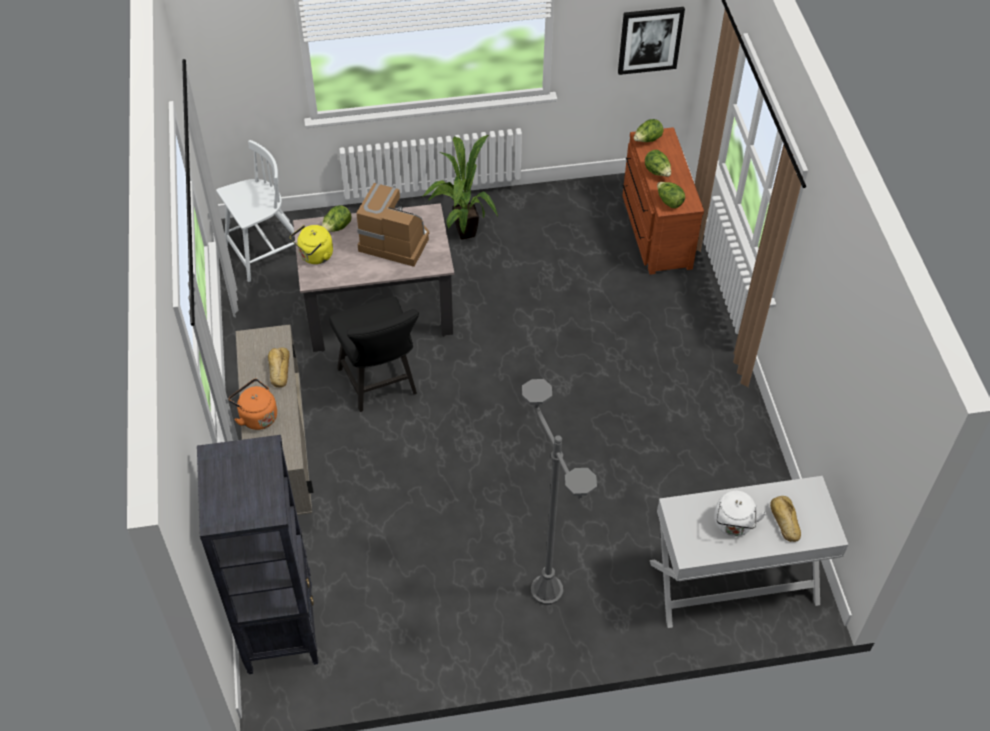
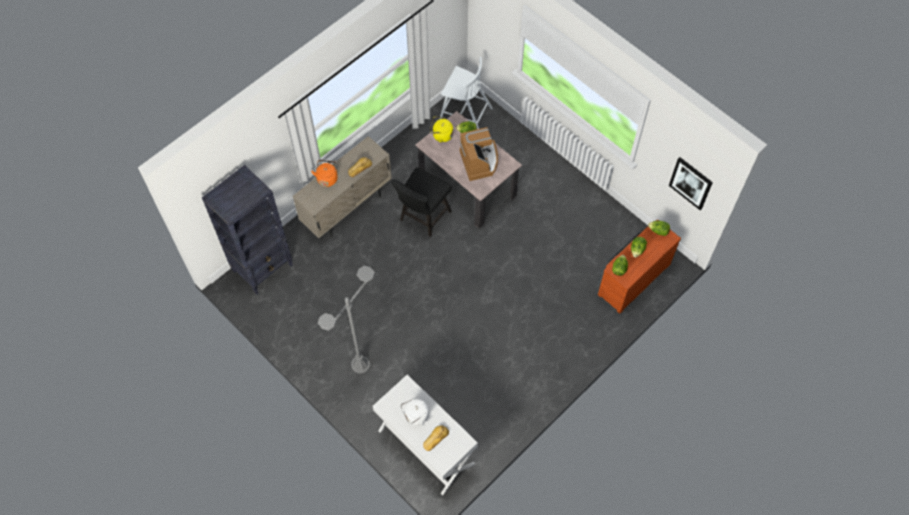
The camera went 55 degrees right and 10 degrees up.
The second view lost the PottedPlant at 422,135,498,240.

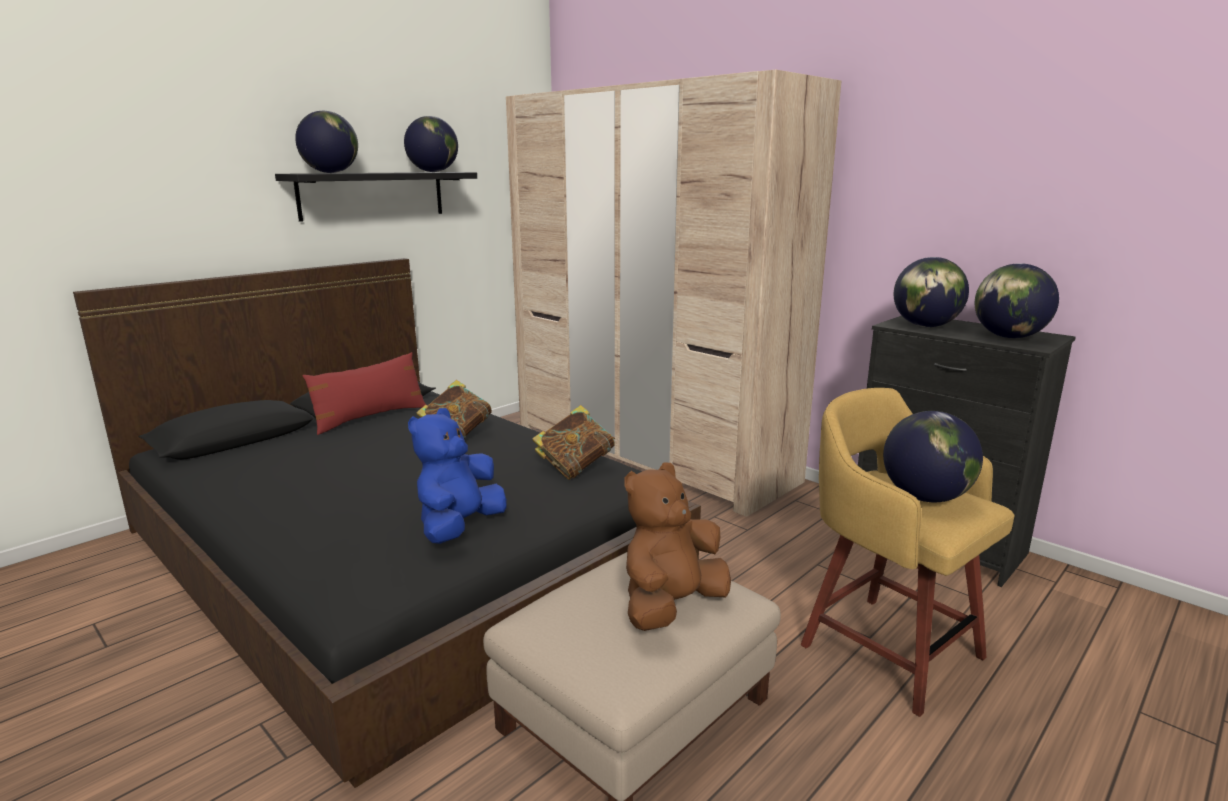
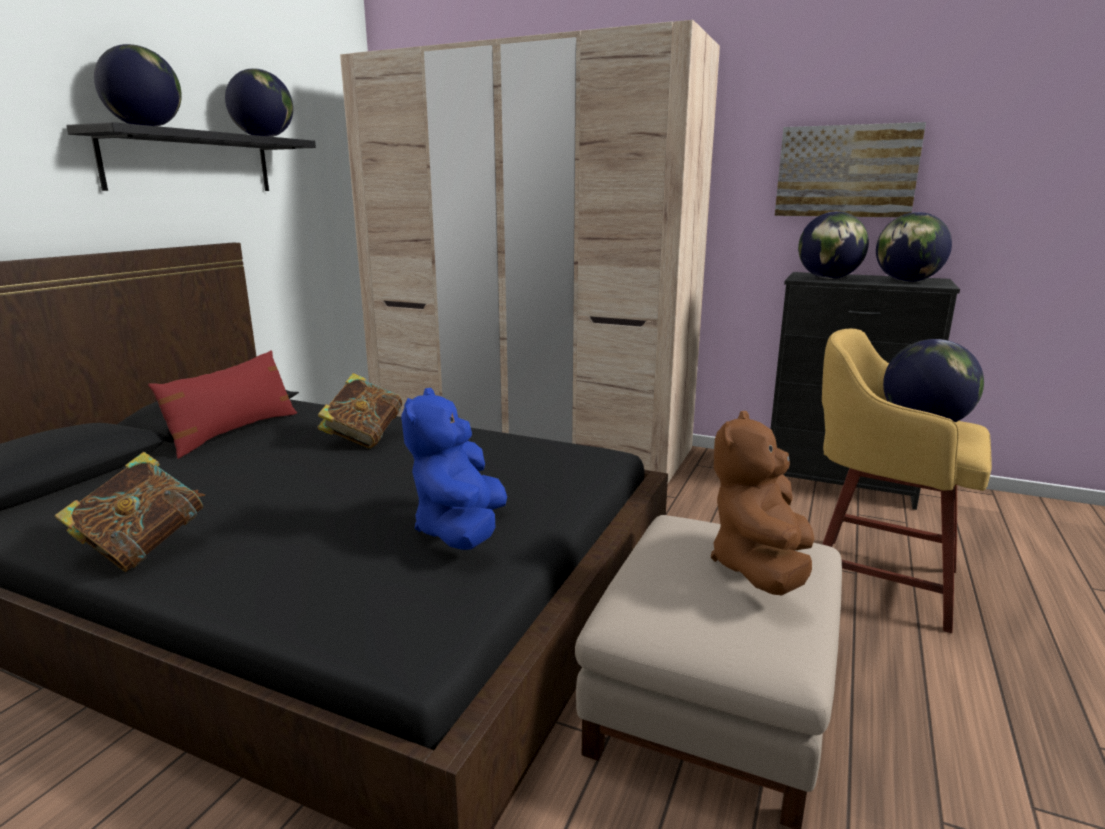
The camera went 20 degrees left and 0 degrees up.
The second view gained the Picture at 775,122,926,217.
The Book ended up elsewhere, having gone from 532,405,615,480 to 55,452,205,572.

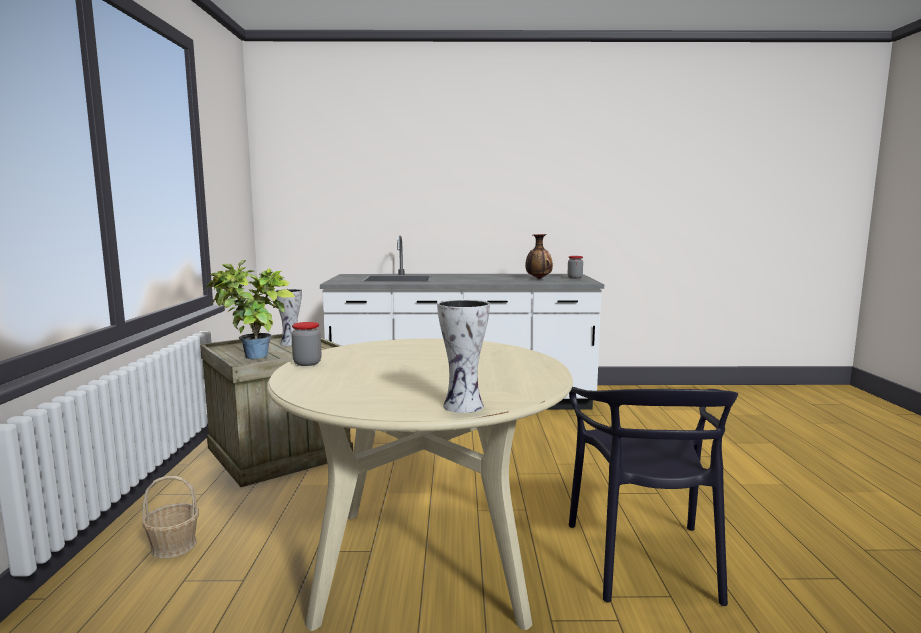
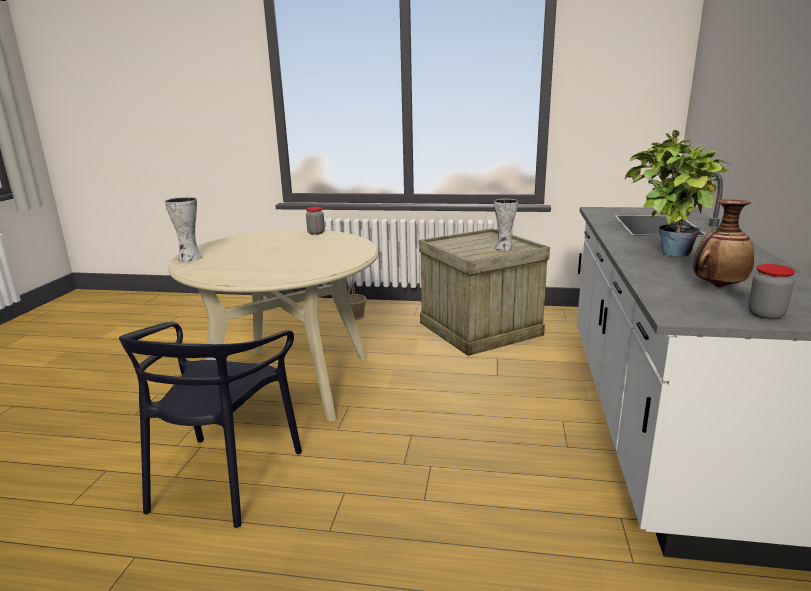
The camera went 100 degrees right and 10 degrees up.
The PottedPlant ended up elsewhere, having gone from 205,260,295,359 to 624,130,729,256.
The BlackChair at 569,387,738,606 ended up facing another way, 90 degrees counterclockwise from before.

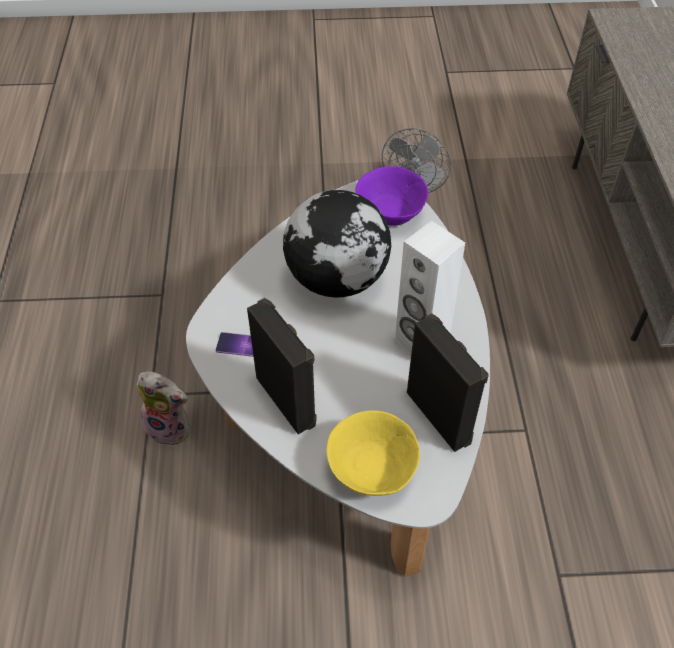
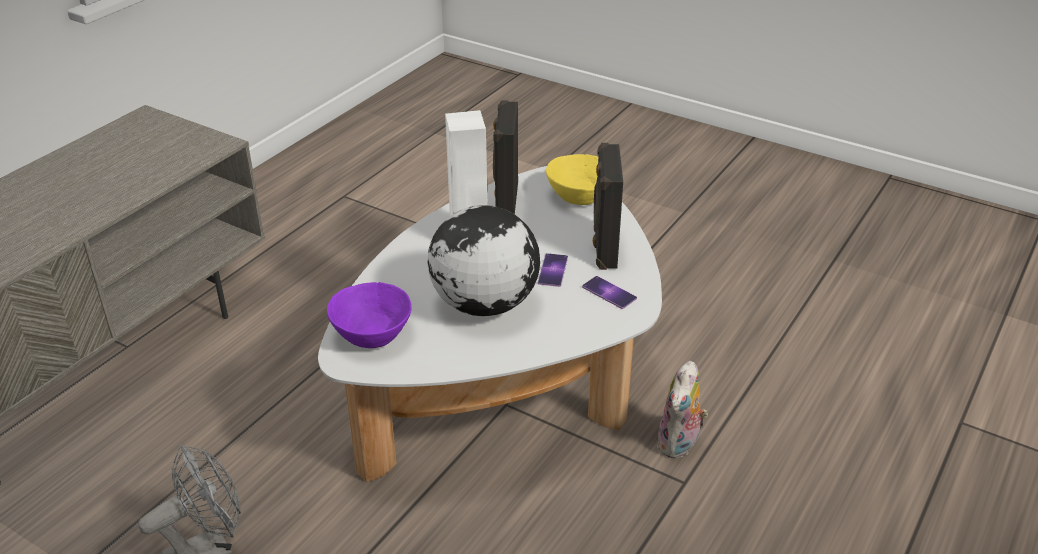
The camera went 145 degrees left and 15 degrees down.
The second view gained the Phone at 538,253,568,287.
The PlushToy at 137,371,190,447 ended up facing another way, 120 degrees counterclockwise from before.

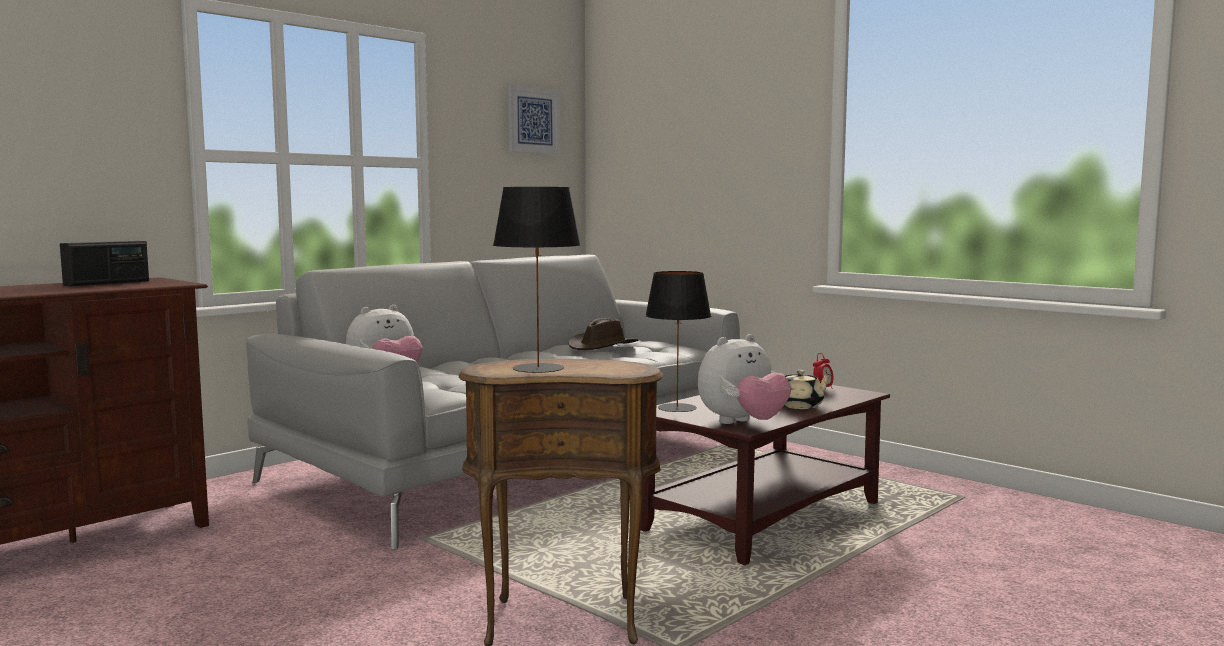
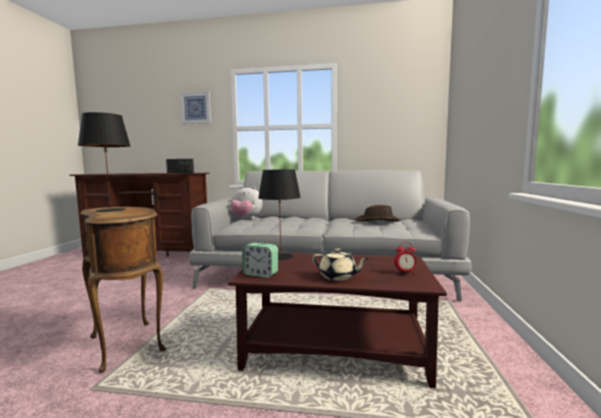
The camera went 55 degrees right and 0 degrees up.
The Picture ended up elsewhere, having gone from 508,86,559,154 to 180,91,211,124.
Where the PlushToy stood at 698,334,791,424, the AlarmClock came to stand at 242,243,278,278.

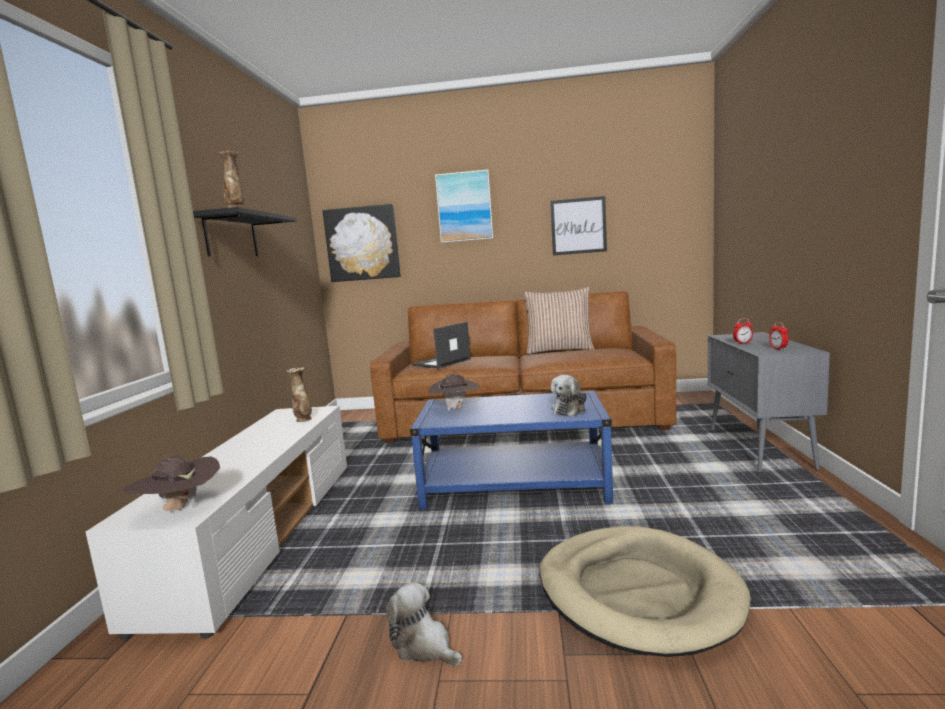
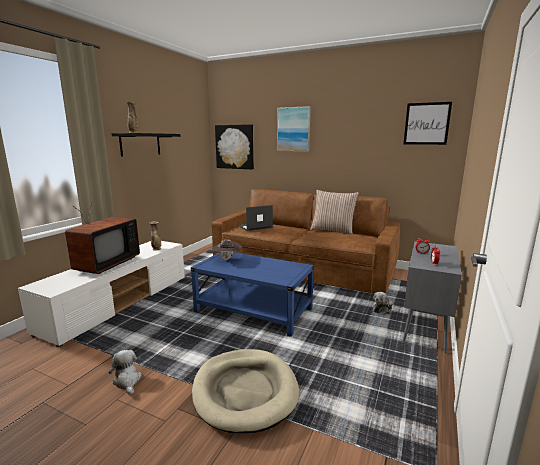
The camera went 20 degrees right and 5 degrees up.
The second view lost the BrownHat at 123,456,220,511.
The second view gained the Television at 65,200,140,274.
The Picture ended up elsewhere, having gone from 550,196,607,255 to 404,102,452,145.
The PlushToy ended up elsewhere, having gone from 551,375,587,416 to 373,292,394,315.

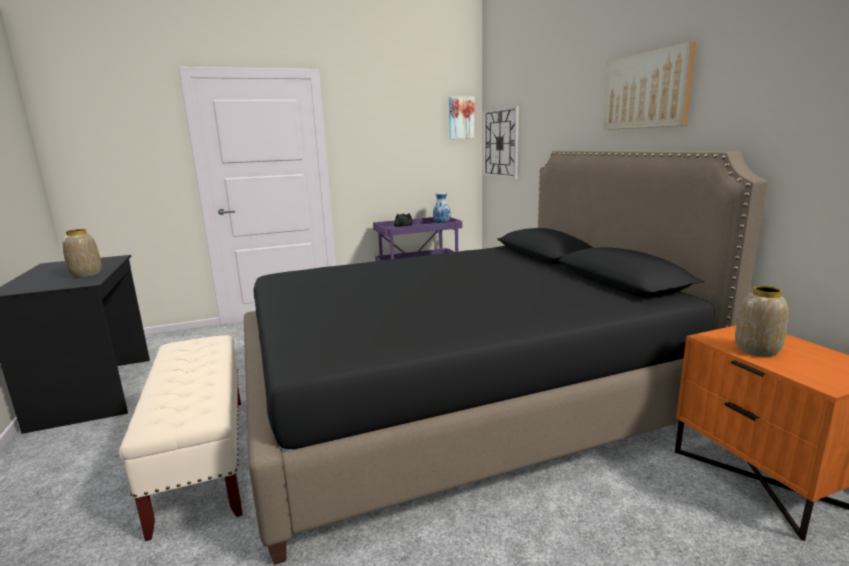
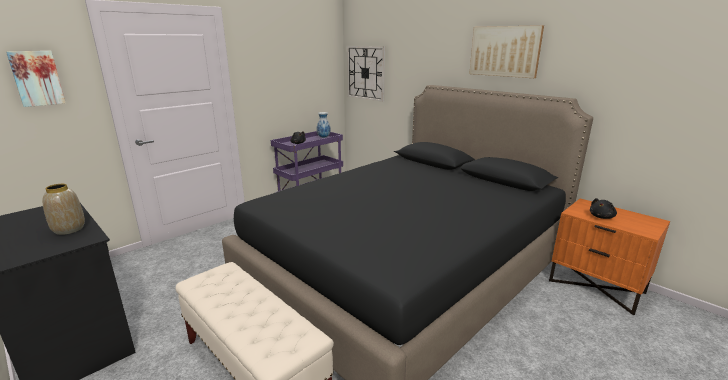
The camera went 25 degrees left and 5 degrees up.
The Picture ended up elsewhere, having gone from 449,97,475,139 to 6,51,66,107.
Where the Vase stood at 735,286,788,357, the BlackPlushToy came to stand at 590,198,617,219.

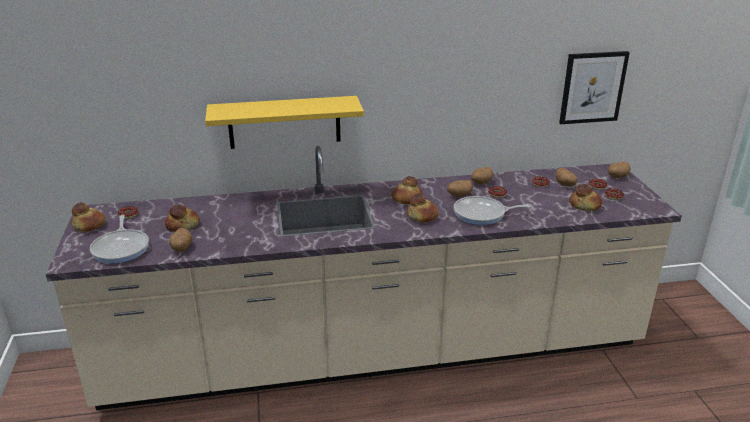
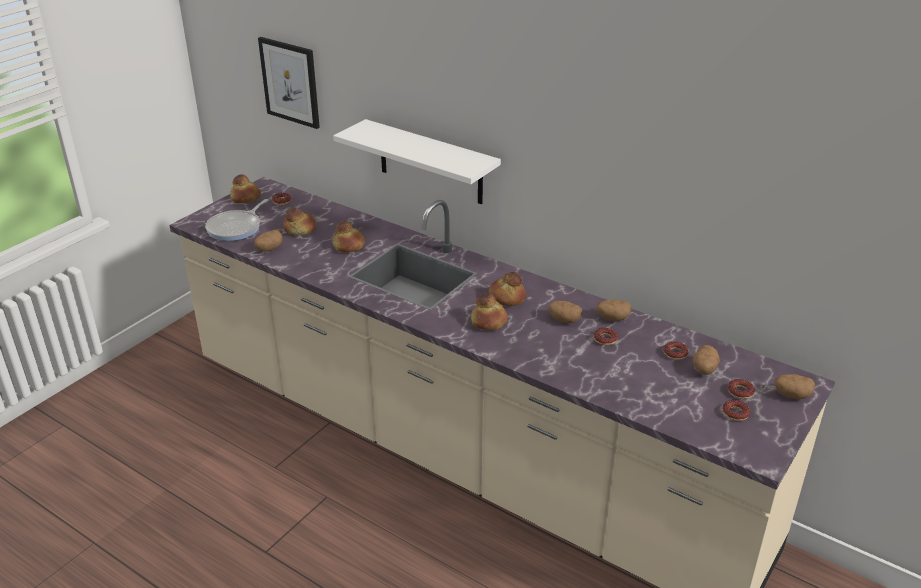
The camera went 45 degrees right and 5 degrees up.
The second view lost the FryingPan at 454,196,531,225.
The Picture ended up elsewhere, having gone from 559,51,630,124 to 258,37,320,129.
The Bread ended up elsewhere, having gone from 569,184,602,211 to 332,221,365,252.
What was the YellowShelf at 205,96,364,149 turned into the WhiteShelf at 333,119,501,204.

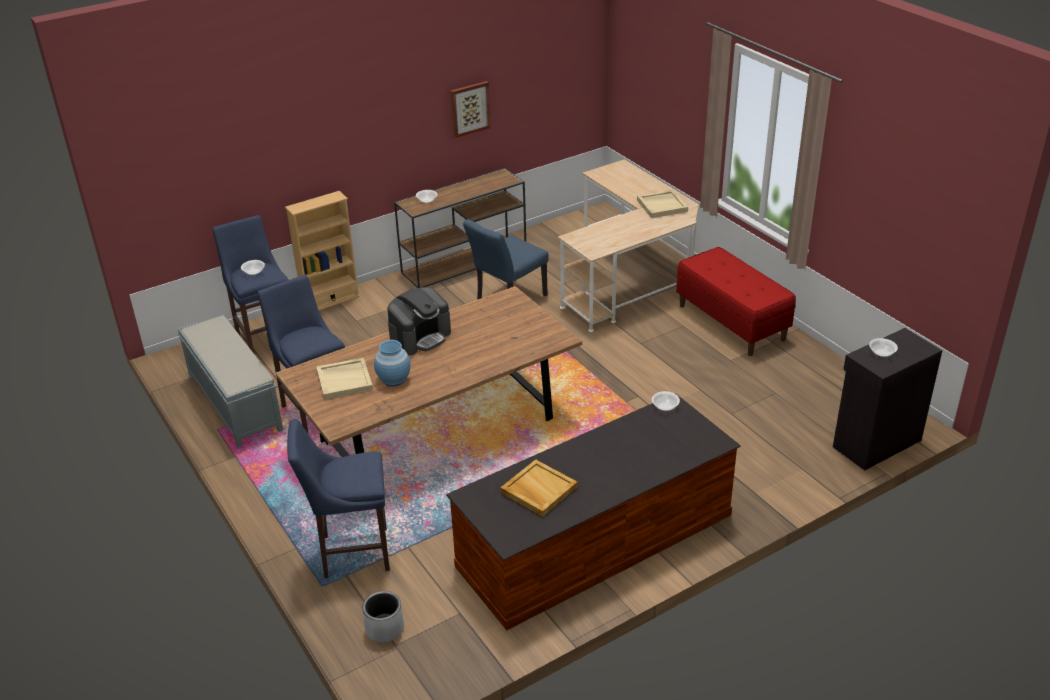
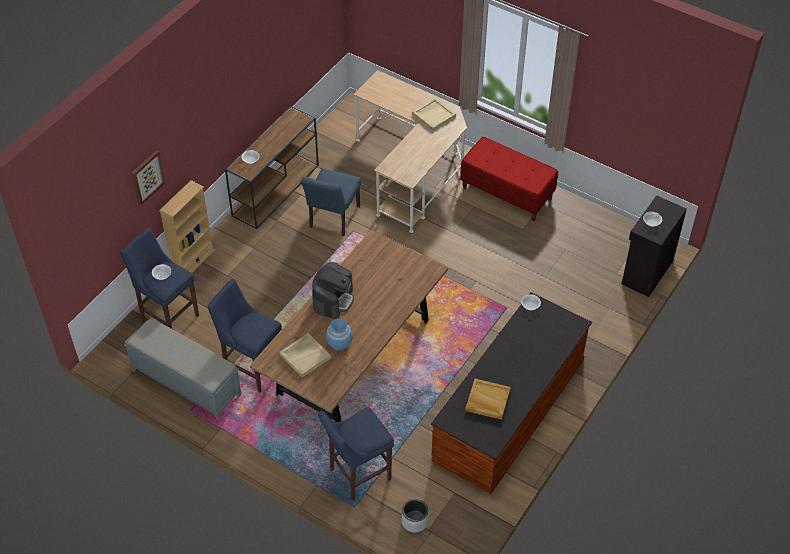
The camera went 25 degrees left and 15 degrees up.
The Picture ended up elsewhere, having gone from 451,81,491,138 to 131,150,165,205.

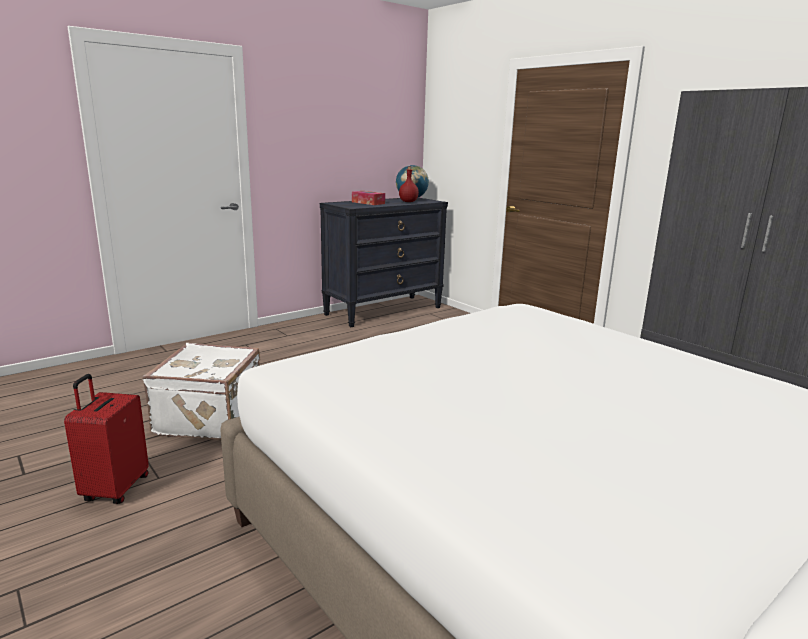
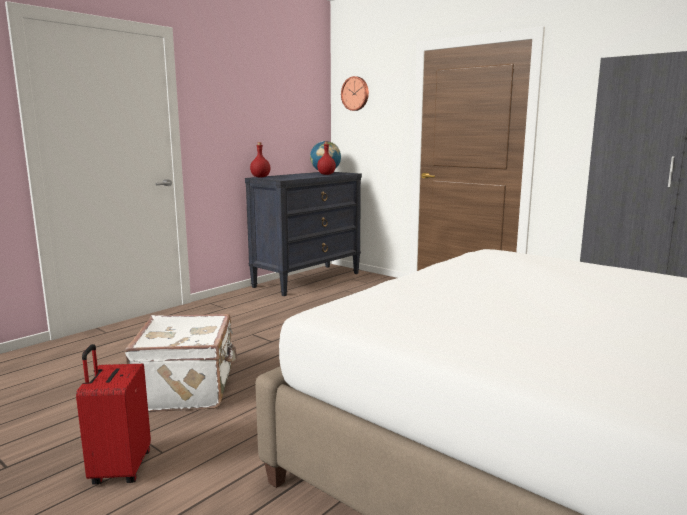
The camera went 10 degrees left and 5 degrees down.
The second view lost the TissueBox at 352,191,385,205.
The second view gained the RedBottle at 250,142,270,177.
The second view gained the WallClock at 341,76,369,111.

